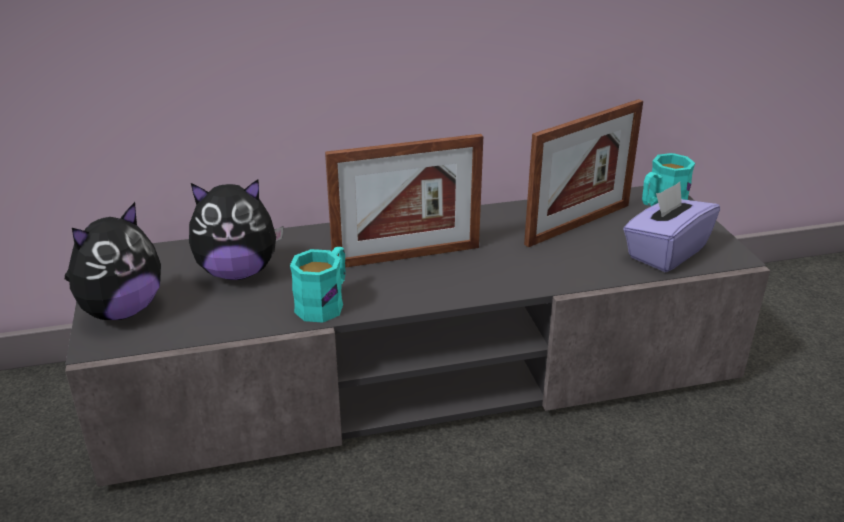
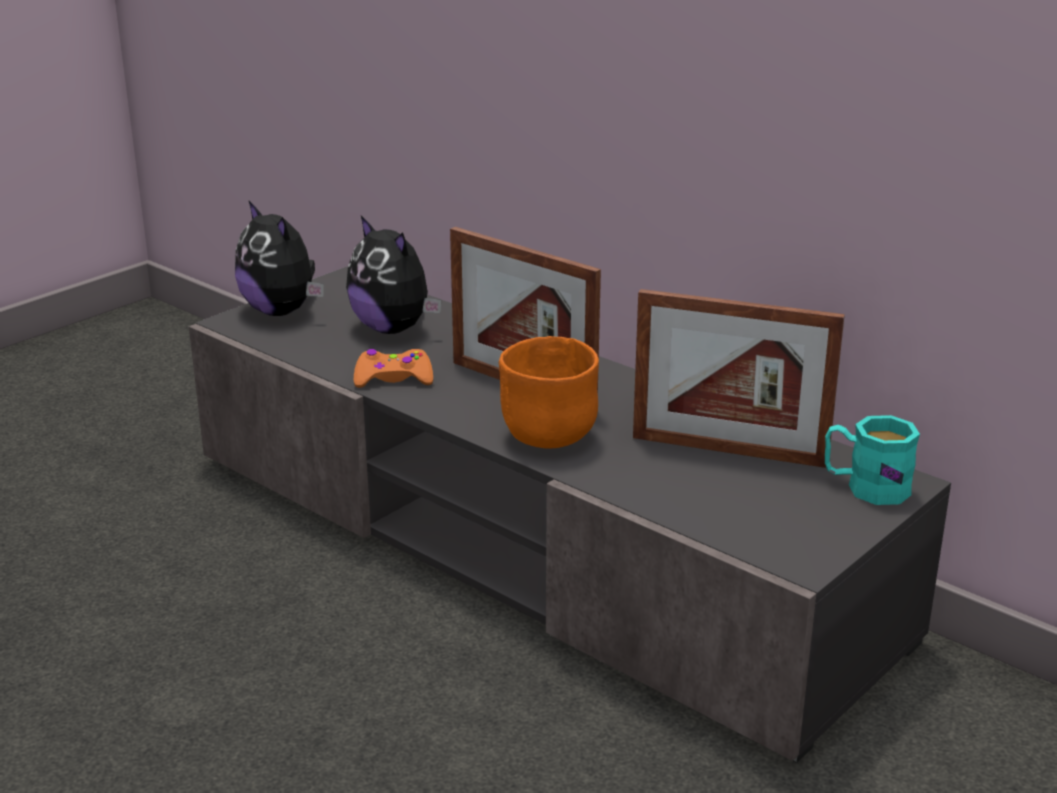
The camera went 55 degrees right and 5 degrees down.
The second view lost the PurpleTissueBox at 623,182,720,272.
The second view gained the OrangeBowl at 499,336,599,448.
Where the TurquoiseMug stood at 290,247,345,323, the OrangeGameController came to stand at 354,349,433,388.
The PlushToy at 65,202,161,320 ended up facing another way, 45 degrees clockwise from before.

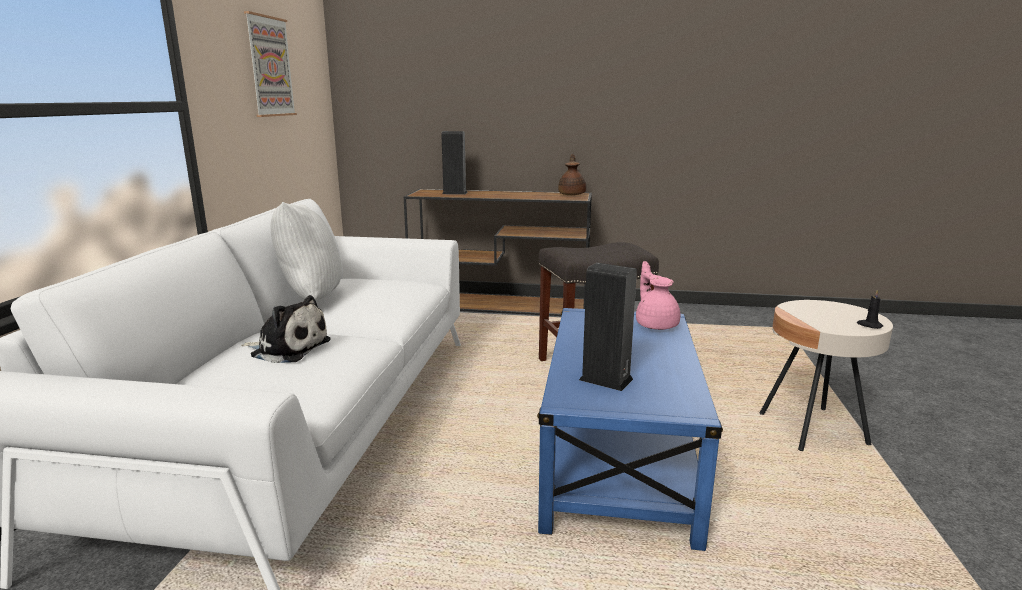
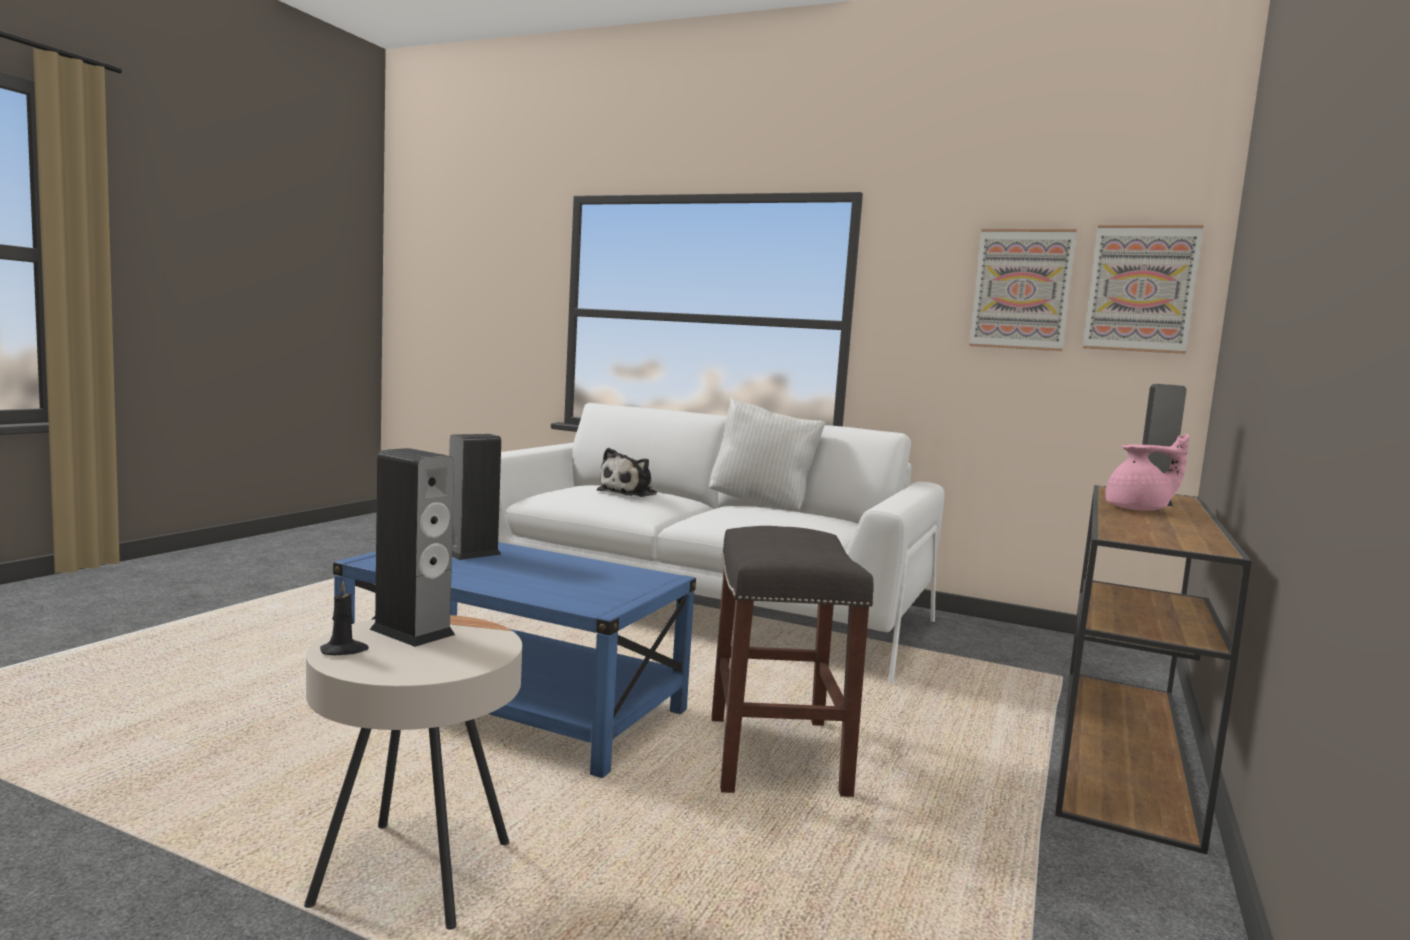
The camera went 105 degrees right and 10 degrees down.
The second view lost the BrownTeapot at 558,154,586,195.
The second view gained the Speaker at 369,448,455,647.
The second view gained the Picture at 1083,225,1204,354.
The PinkTeapot ended up elsewhere, having gone from 636,261,681,330 to 1105,434,1189,511.

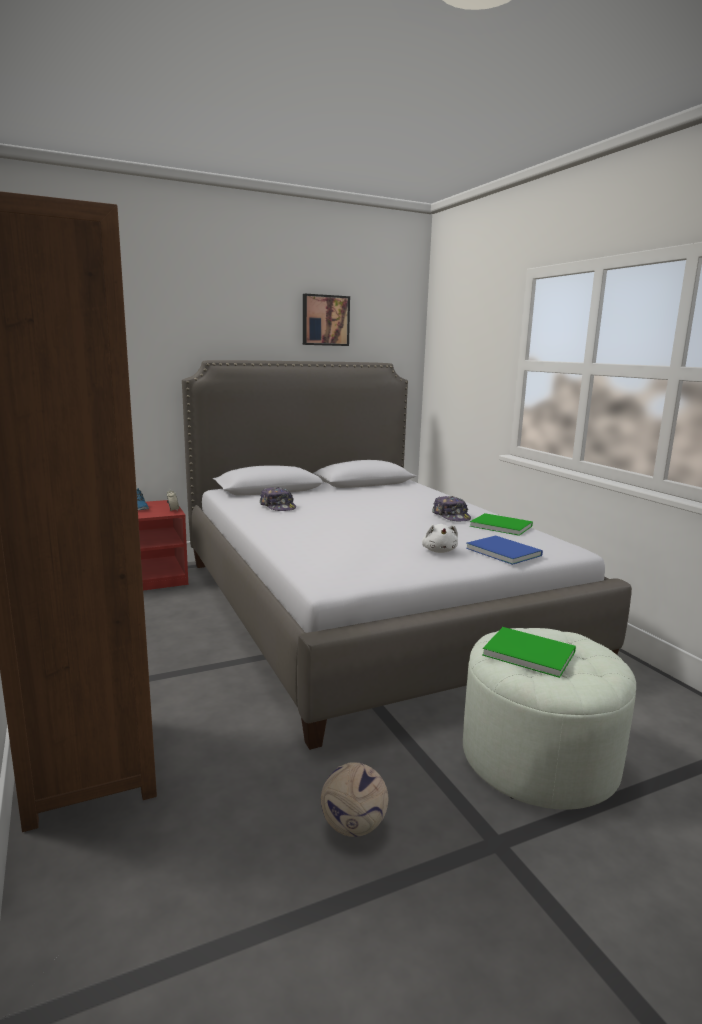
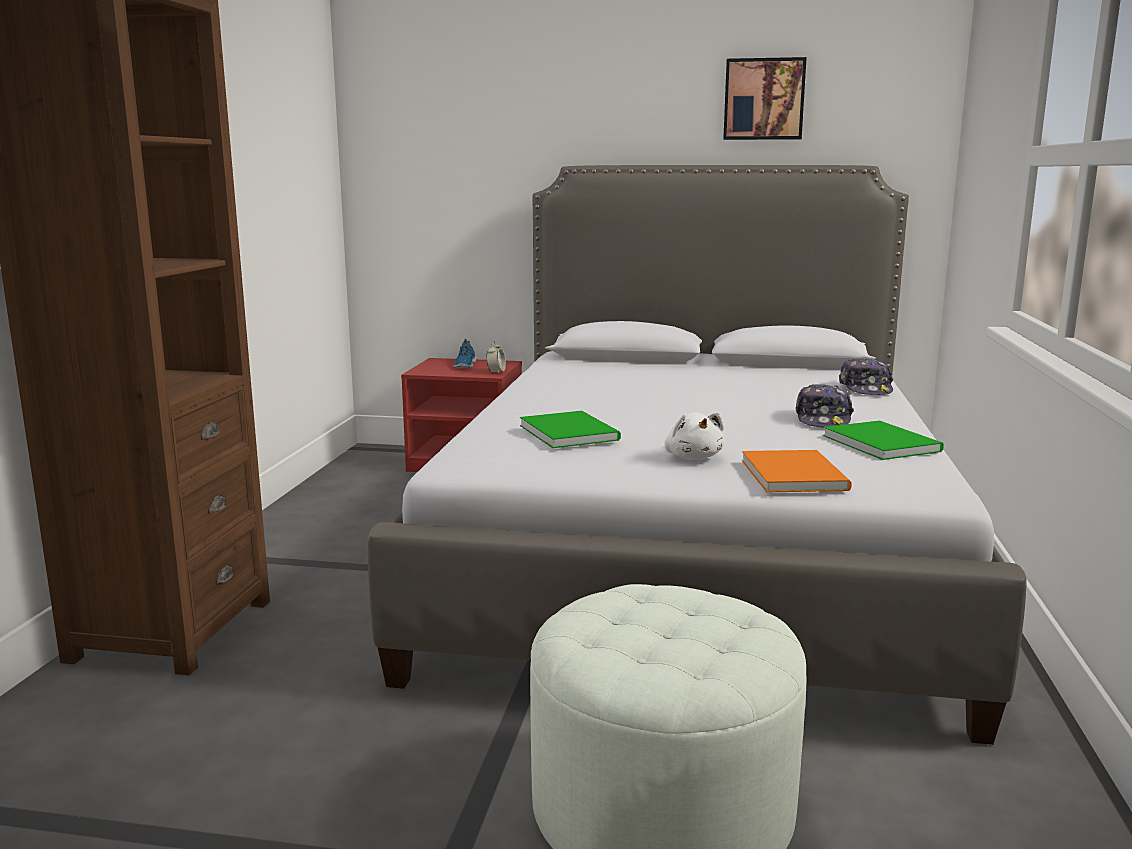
The camera went 35 degrees right and 0 degrees up.
The second view lost the Football at 321,762,388,837.
The Cap ended up elsewhere, having gone from 260,487,296,511 to 839,358,893,395.
The GreenBook ended up elsewhere, having gone from 482,627,576,678 to 520,411,621,448.
What was the BlueBook at 466,535,543,565 turned into the OrangeBook at 742,450,852,492.
The WhitePlushToy at 422,524,458,553 ended up facing another way, 45 degrees counterclockwise from before.

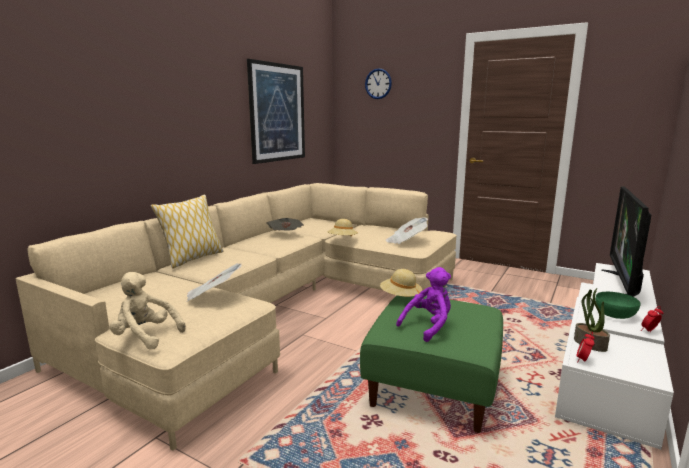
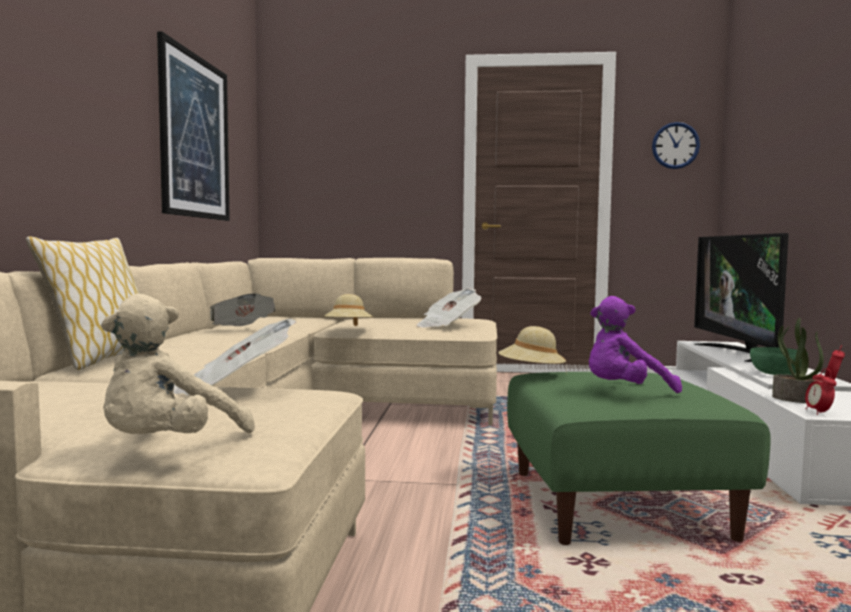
The camera went 25 degrees left and 10 degrees down.
The WallClock ended up elsewhere, having gone from 365,68,392,99 to 652,122,700,169.
The BeigePlushToy at 110,272,186,349 ended up facing another way, 60 degrees counterclockwise from before.
The PurplePlushToy at 396,267,451,342 ended up facing another way, 135 degrees counterclockwise from before.

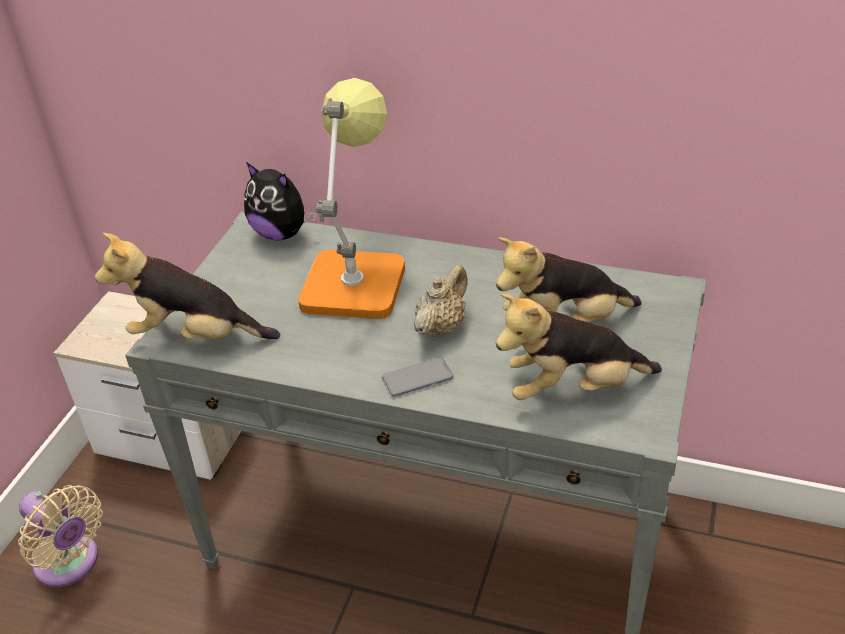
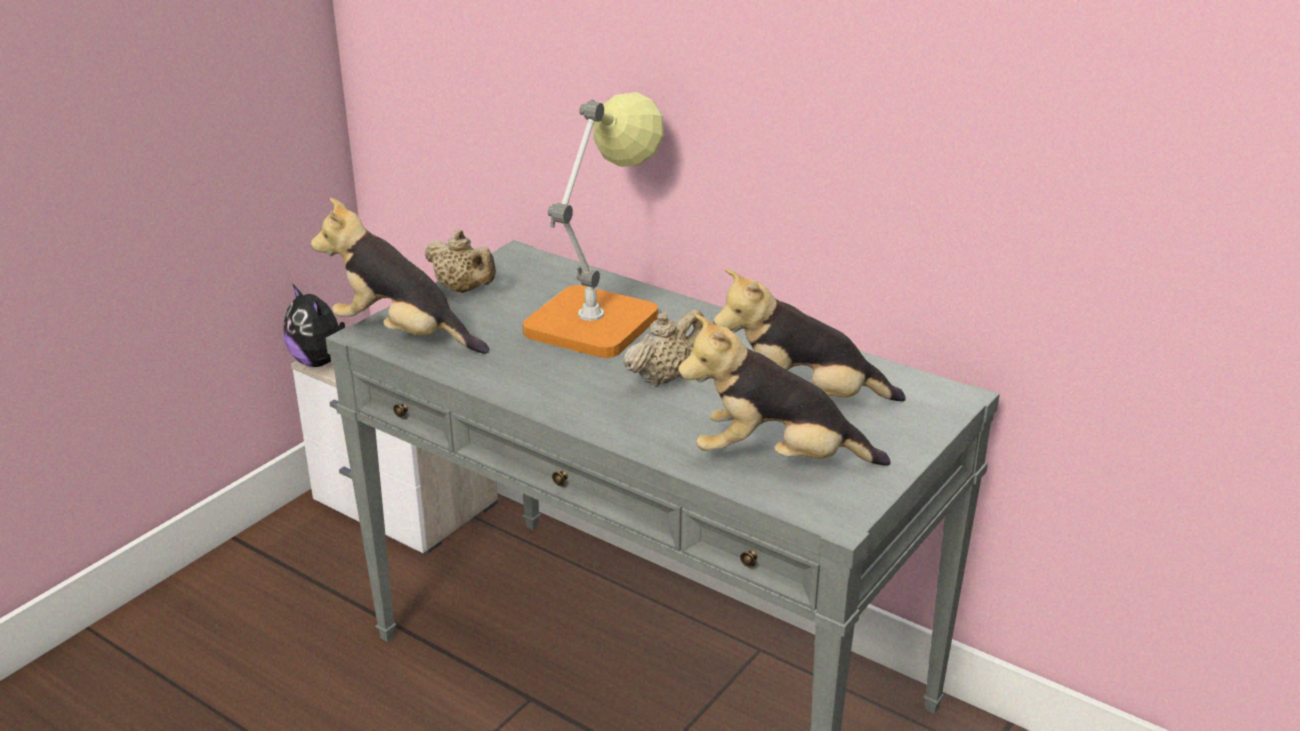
The camera went 15 degrees right and 10 degrees down.
The second view lost the BeigeFan at 18,485,103,587.
The second view lost the Phone at 382,357,454,397.
The second view gained the BeigeTeapot at 425,229,496,293.
The PlushToy ended up elsewhere, having gone from 244,162,316,240 to 284,284,345,367.

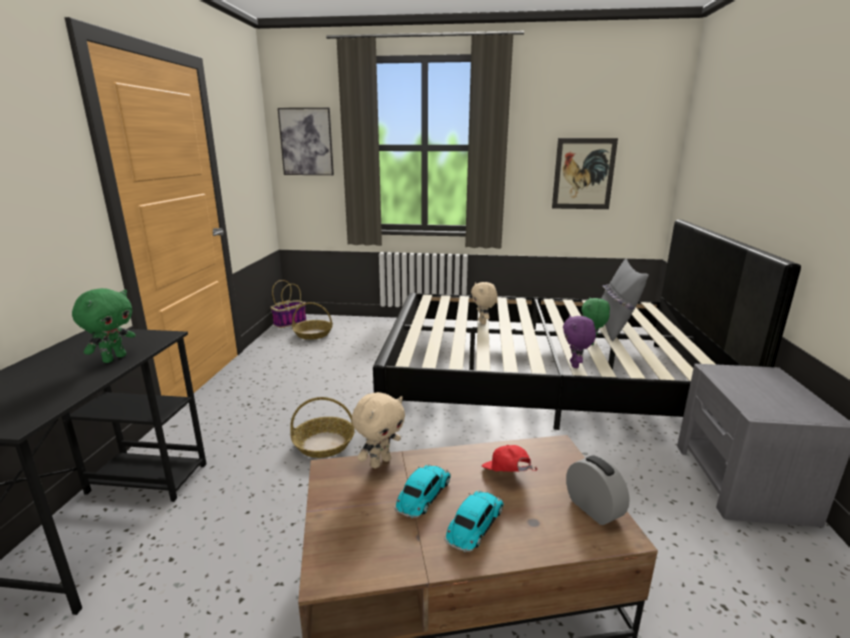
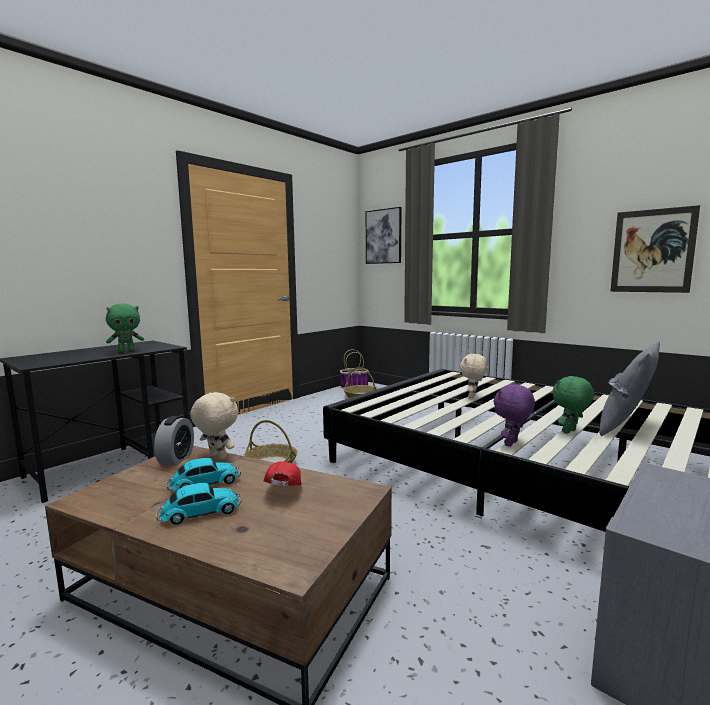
The camera went 35 degrees right and 10 degrees down.
The AlarmClock ended up elsewhere, having gone from 566,456,630,525 to 154,416,194,466.
The BeigePlushToy at 352,392,405,468 ended up facing another way, 135 degrees counterclockwise from before.

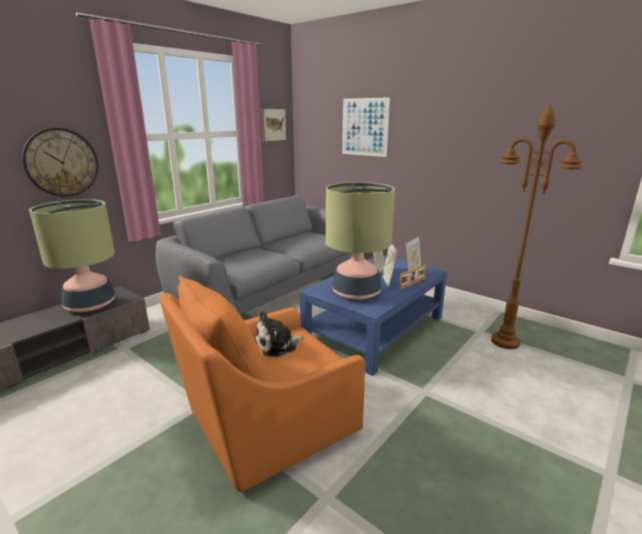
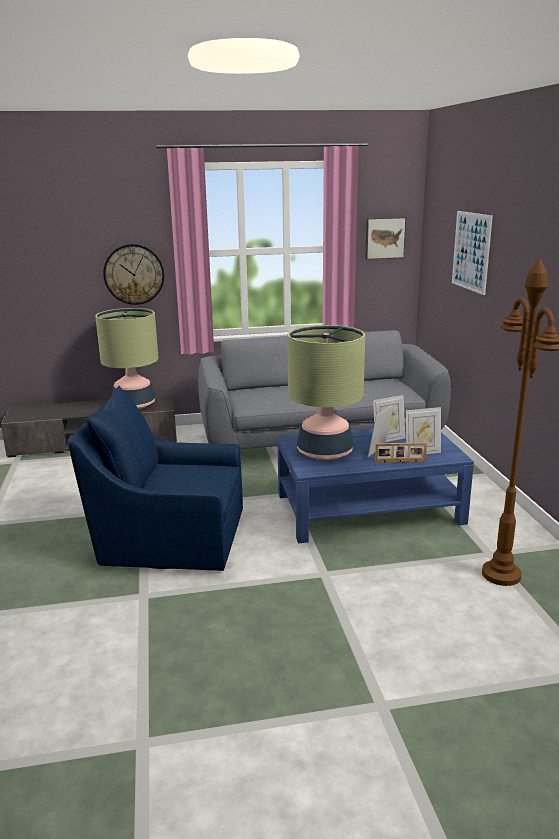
The camera went 40 degrees right and 0 degrees up.
The second view lost the PlushToy at 255,311,304,357.
What was the OrangeArmchair at 159,275,365,492 turned into the BlueArmchair at 67,386,243,571.

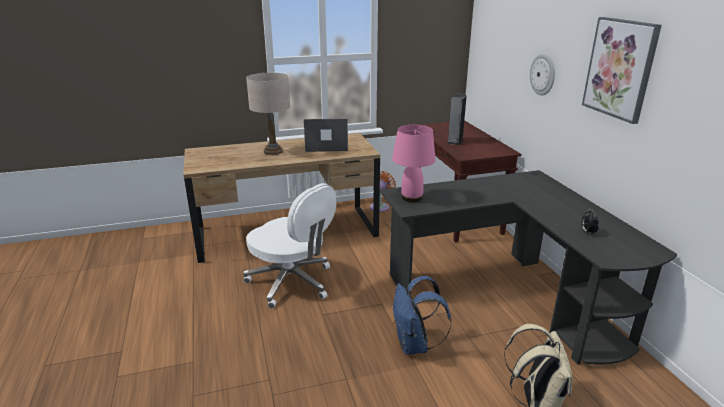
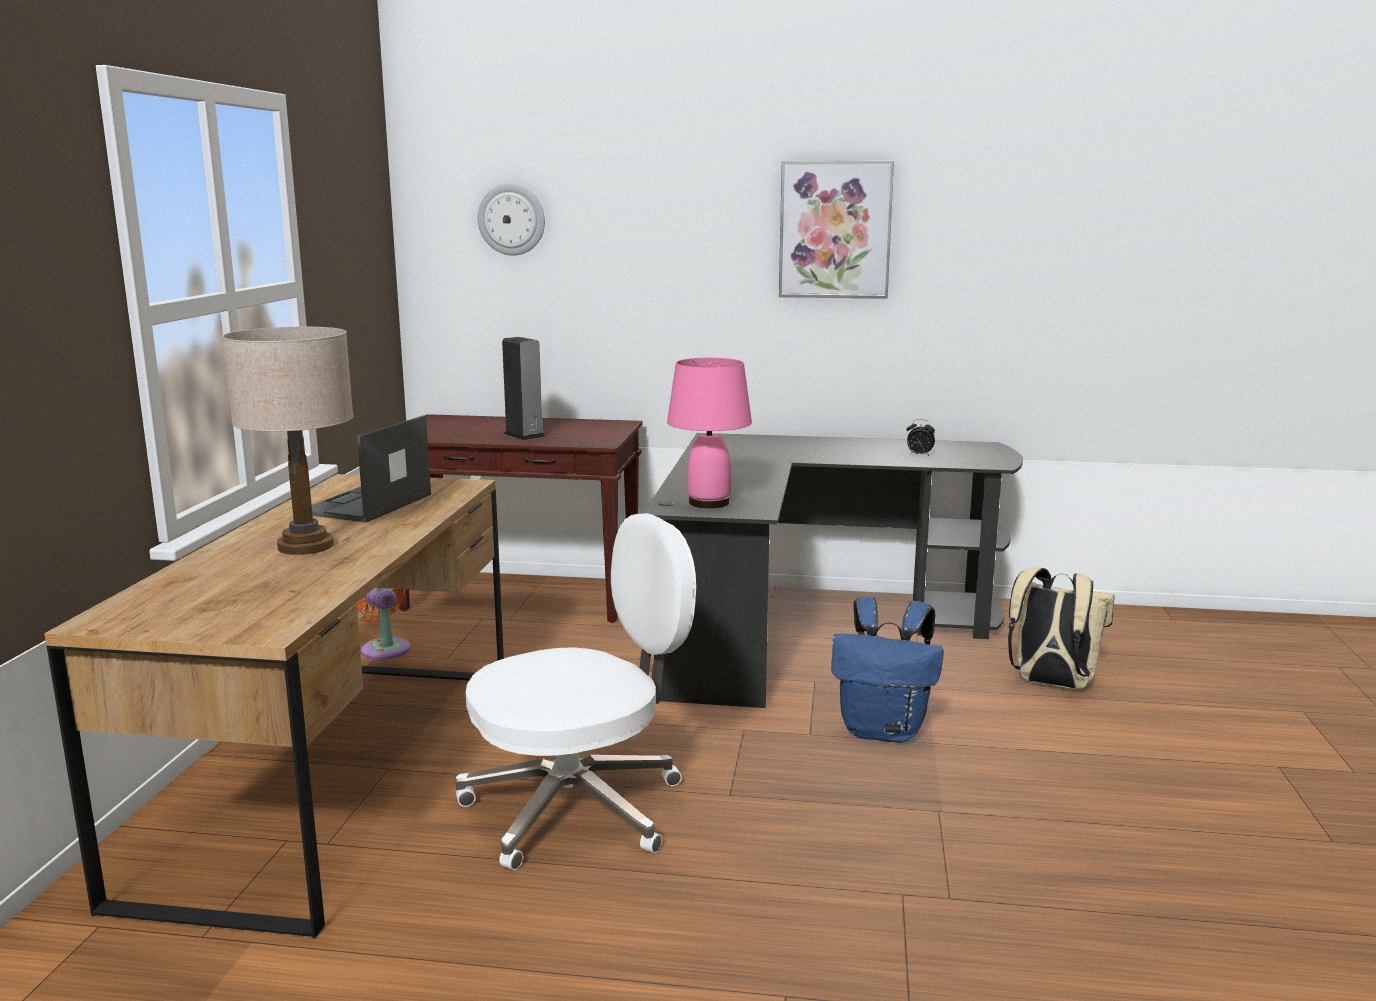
The camera went 65 degrees left and 10 degrees down.
The WallClock ended up elsewhere, having gone from 530,54,555,96 to 478,184,545,256.

